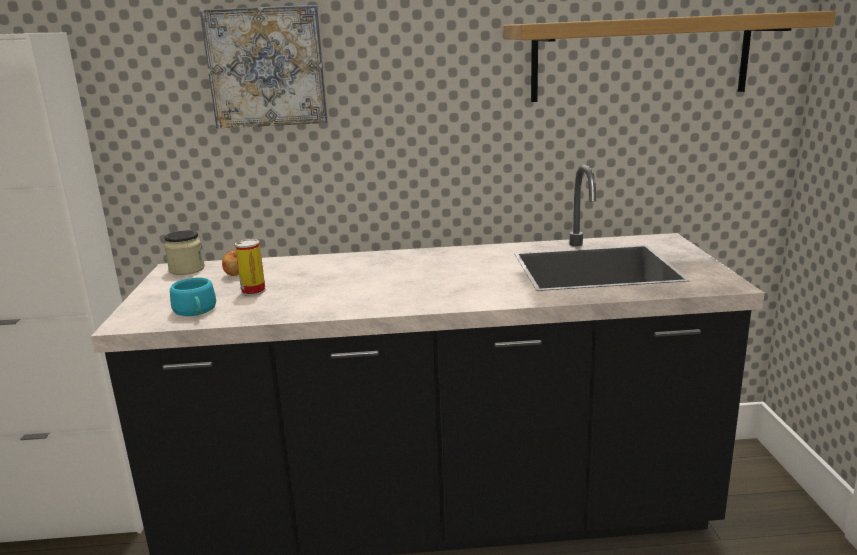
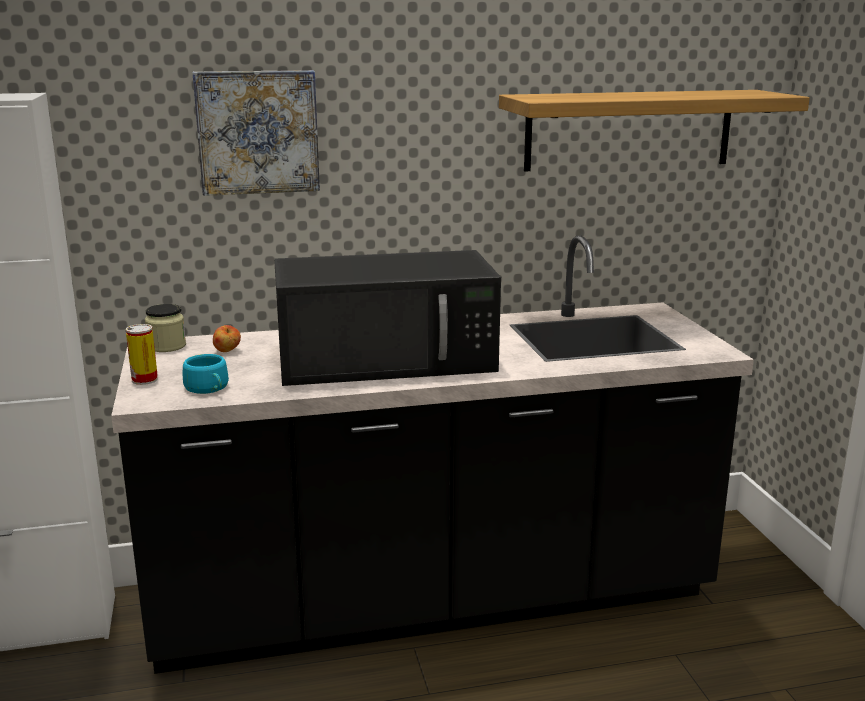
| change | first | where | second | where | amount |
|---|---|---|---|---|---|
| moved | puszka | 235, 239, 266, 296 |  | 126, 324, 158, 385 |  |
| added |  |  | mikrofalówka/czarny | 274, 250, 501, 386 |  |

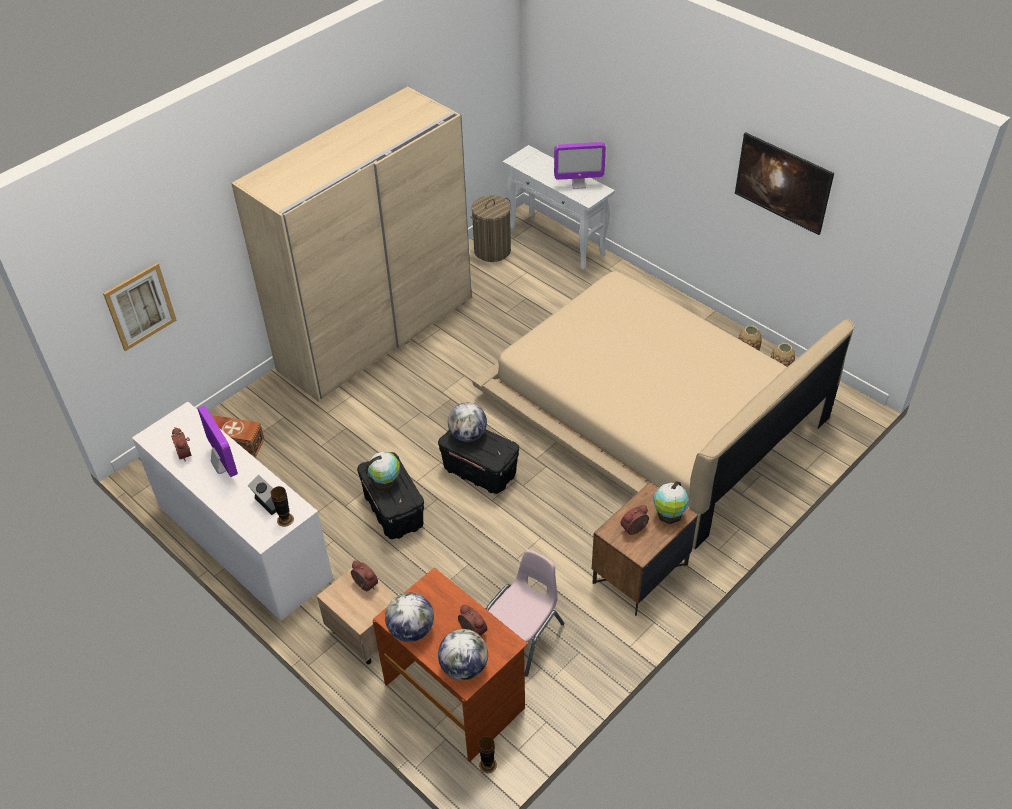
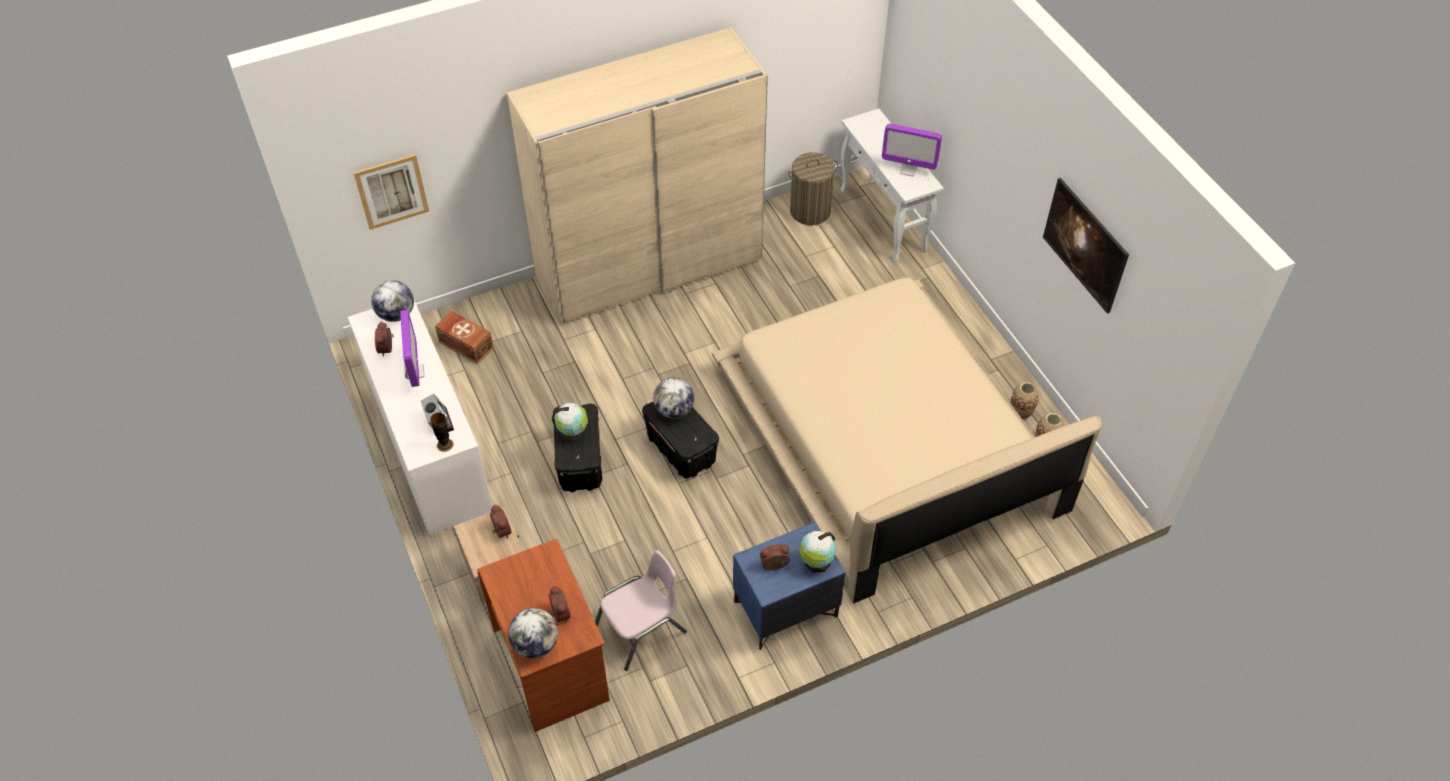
| change | first | where | second | where | amount |
|---|---|---|---|---|---|
| recoloured | szafka nocna/brązowy | 592, 482, 698, 616 | szafka nocna/niebieski | 733, 522, 846, 650 |  |
| moved | globus | 385, 592, 434, 642 |  | 371, 280, 414, 322 |  |
| removed | wazon | 479, 736, 497, 773 |  |  |  |

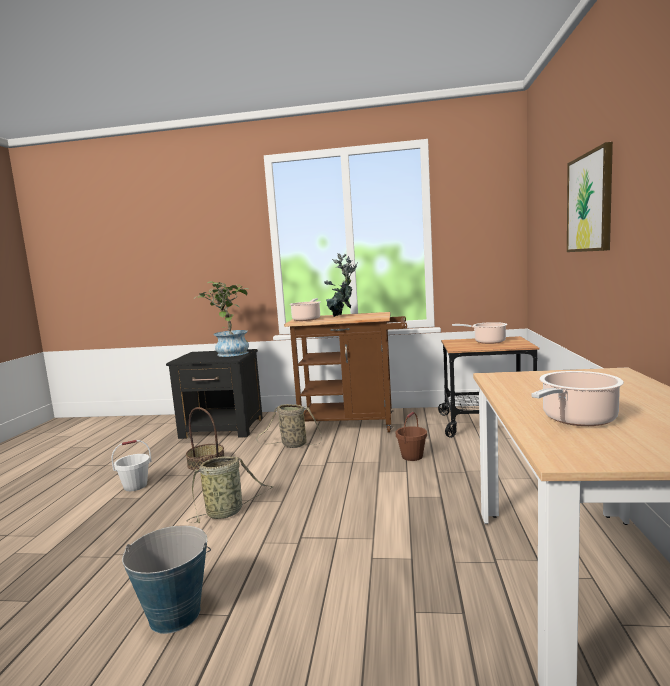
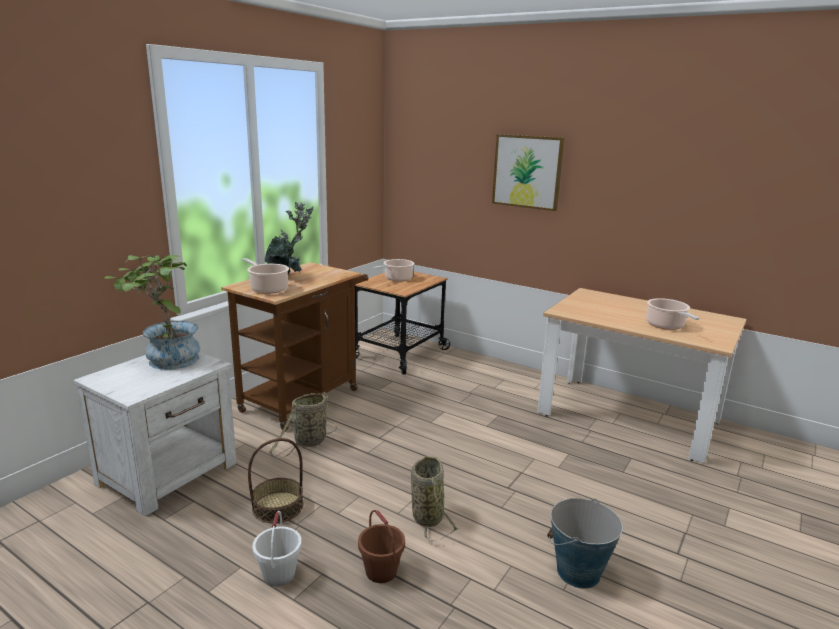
| change | first | where | second | where | amount |
|---|---|---|---|---|---|
| recoloured | szafka nocna/czarny | 166, 349, 263, 439 | szafka nocna/biały | 73, 352, 237, 517 |  |
| moved | wiadro/brązowy | 396, 412, 427, 461 |  | 358, 510, 405, 583 |  |

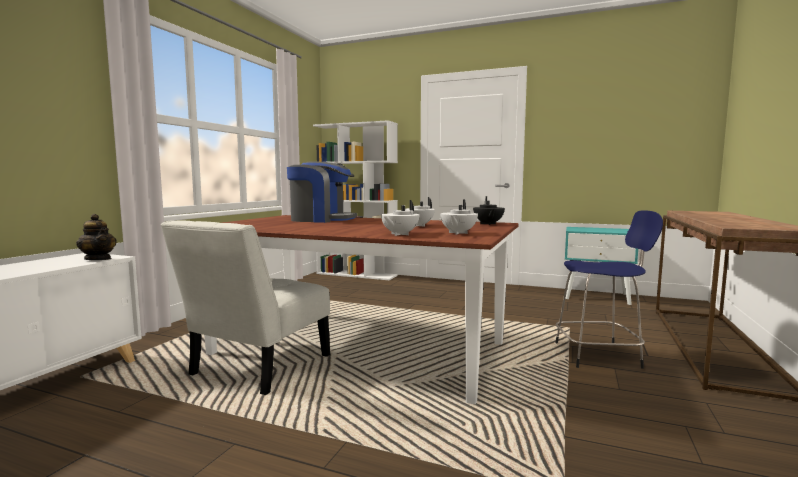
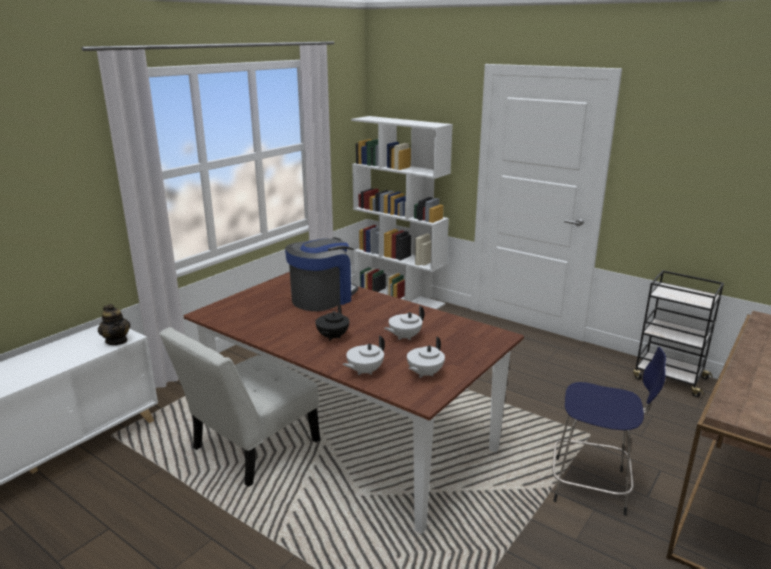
| change | first | where | second | where | amount |
|---|---|---|---|---|---|
| turned | ekspres do kawy | 287, 161, 357, 223 |  | 285, 237, 358, 311 | 75 degrees counterclockwise |
| moved | imbryk/czarny | 473, 196, 505, 225 |  | 315, 303, 349, 341 |  |
| replaced | szafka nocna/turkusowy | 565, 227, 638, 305 | wózek/czarny | 633, 270, 724, 397 |  |

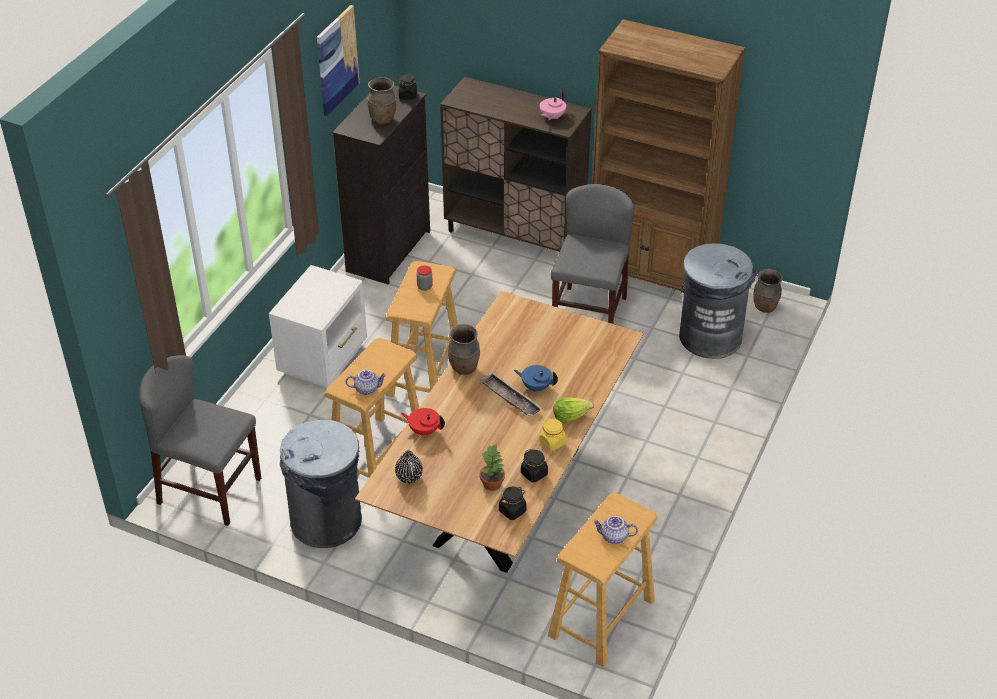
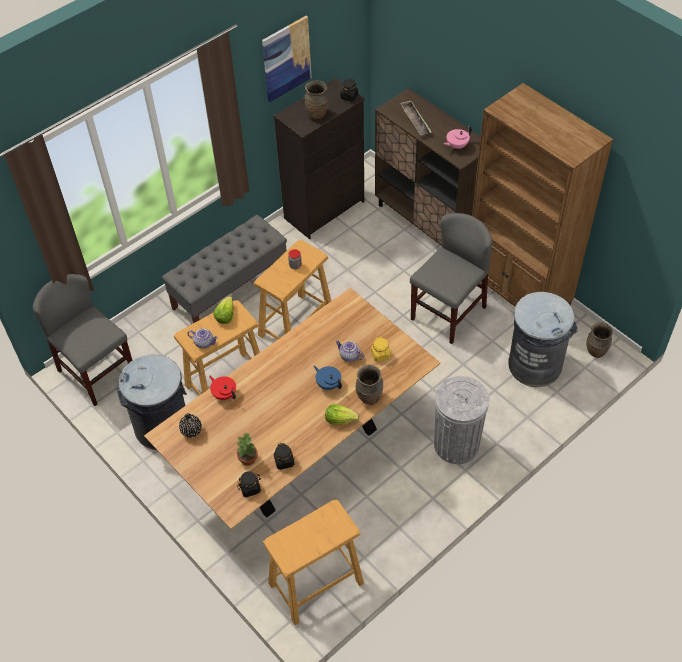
| change | first | where | second | where | amount |
|---|---|---|---|---|---|
| replaced | szafka nocna/biały | 269, 265, 367, 388 | ławka/szary | 162, 215, 287, 323 |  |
| moved | wazon/brązowy | 448, 324, 480, 375 |  | 356, 364, 383, 405 |  |
| moved | taca | 480, 372, 542, 416 |  | 400, 101, 432, 136 |  |
| moved | słoik/żółty | 539, 418, 566, 451 |  | 371, 337, 391, 362 |  |
| moved | imbryk | 592, 516, 638, 544 |  | 335, 340, 364, 362 |  |
| added |  |  | sałata | 213, 296, 234, 324 |  |
| added |  |  | kosz na śmieci/szary | 434, 376, 489, 464 |  |

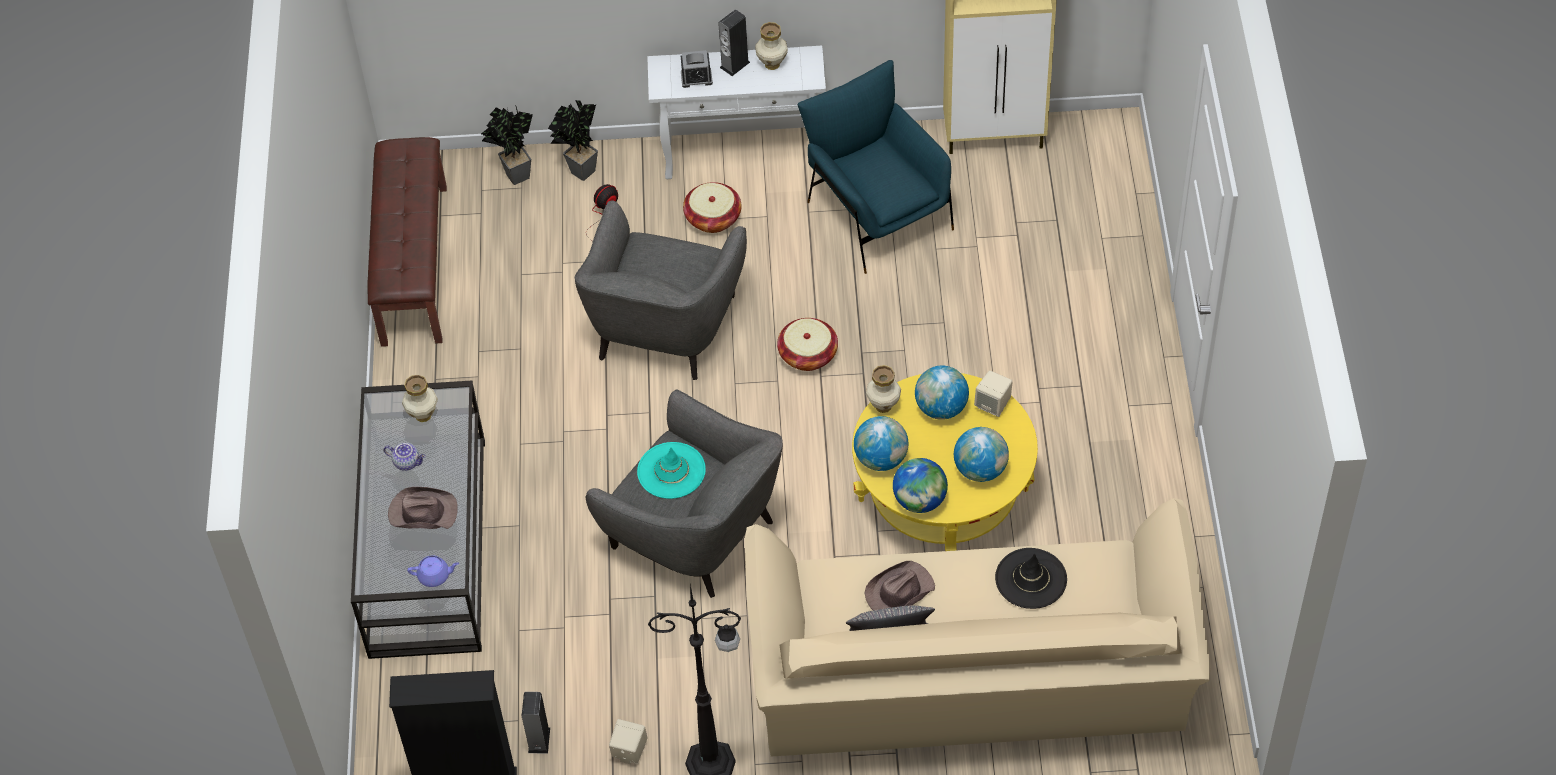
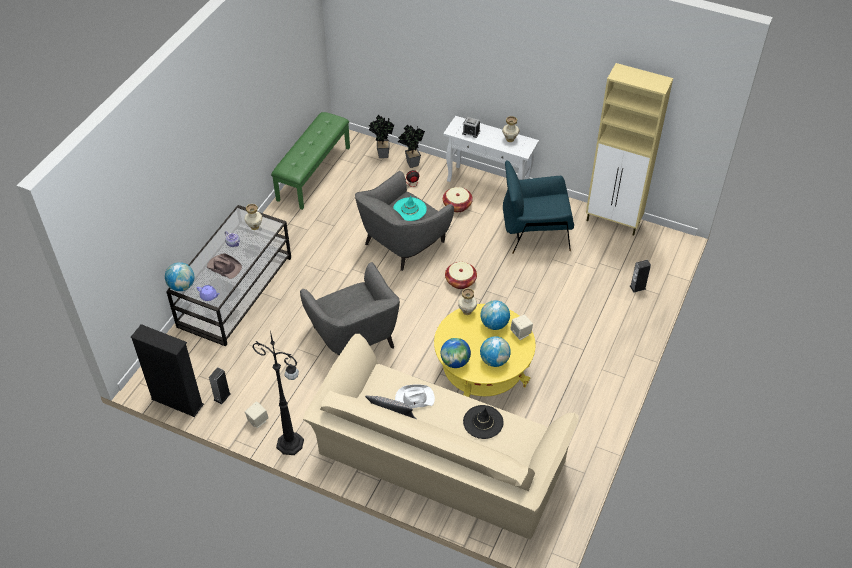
| change | first | where | second | where | amount |
|---|---|---|---|---|---|
| moved | głośnik | 718, 9, 750, 76 |  | 630, 260, 651, 293 |  |
| turned | fotel/niebieski | 798, 60, 954, 274 |  | 503, 160, 574, 254 | 90 degrees counterclockwise |
| recoloured | ławka/brązowy | 367, 137, 447, 347 | ławka/zielony | 271, 112, 350, 210 |  |
| moved | globus | 854, 416, 909, 471 |  | 165, 262, 194, 291 |  |
| moved | kapelusz/turkusowy | 637, 442, 706, 499 |  | 393, 195, 427, 221 |  |
| recoloured | kapelusz/brązowy | 865, 561, 935, 610 | kapelusz/biały | 395, 384, 435, 408 |  |

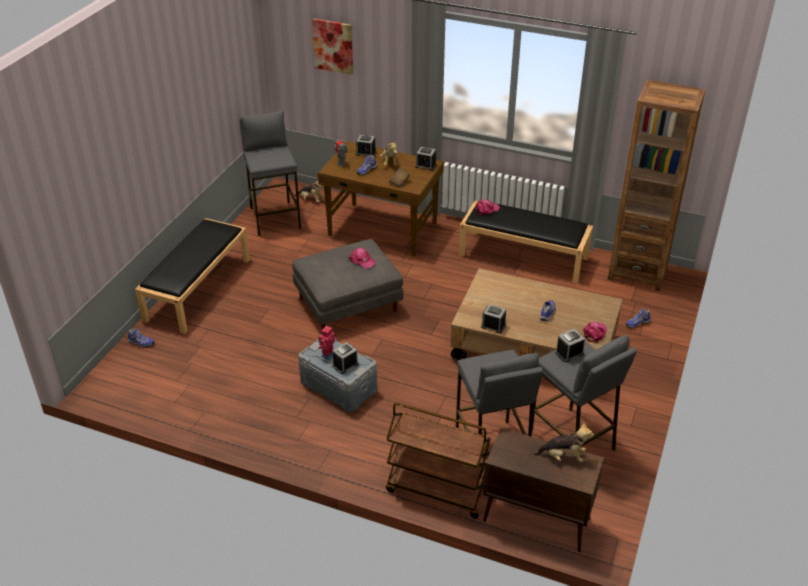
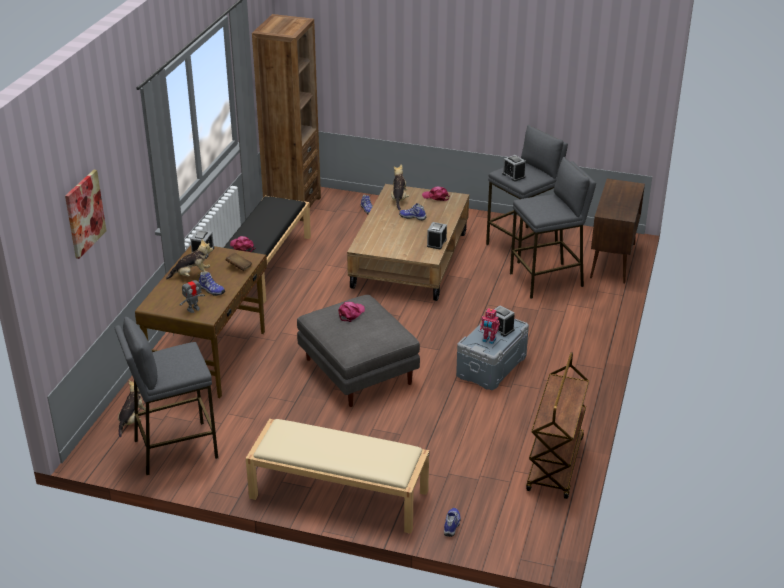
| change | first | where | second | where | amount |
|---|---|---|---|---|---|
| removed | budzik | 356, 135, 376, 156 |  |  |  |
| recoloured | ławka/czarny | 135, 218, 250, 334 | ławka/beżowy | 246, 419, 429, 534 |  |
| moved | wózek/brązowy | 386, 403, 491, 519 |  | 526, 352, 589, 499 |  |
| moved | pluszak | 533, 422, 594, 462 |  | 391, 165, 410, 210 |  |

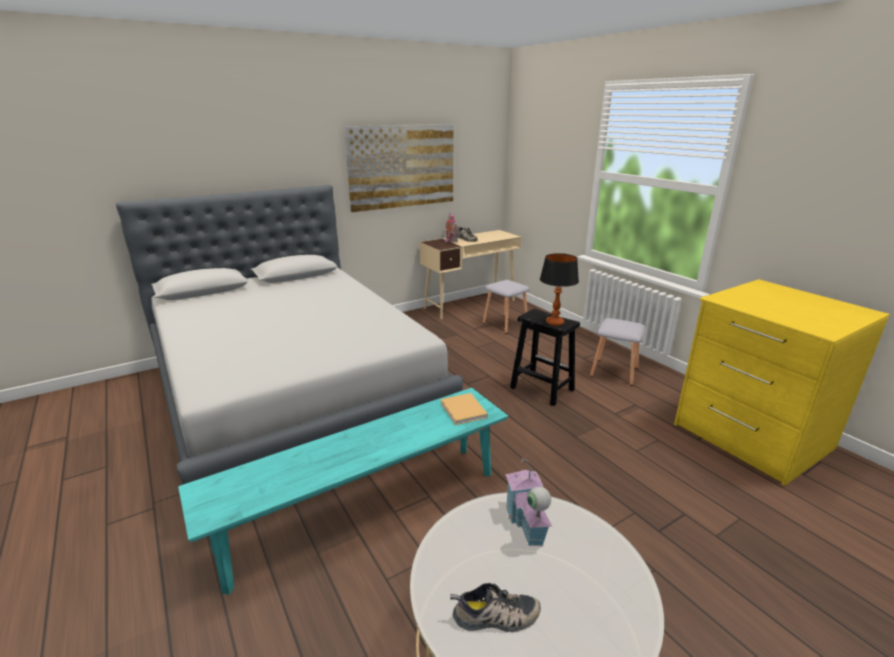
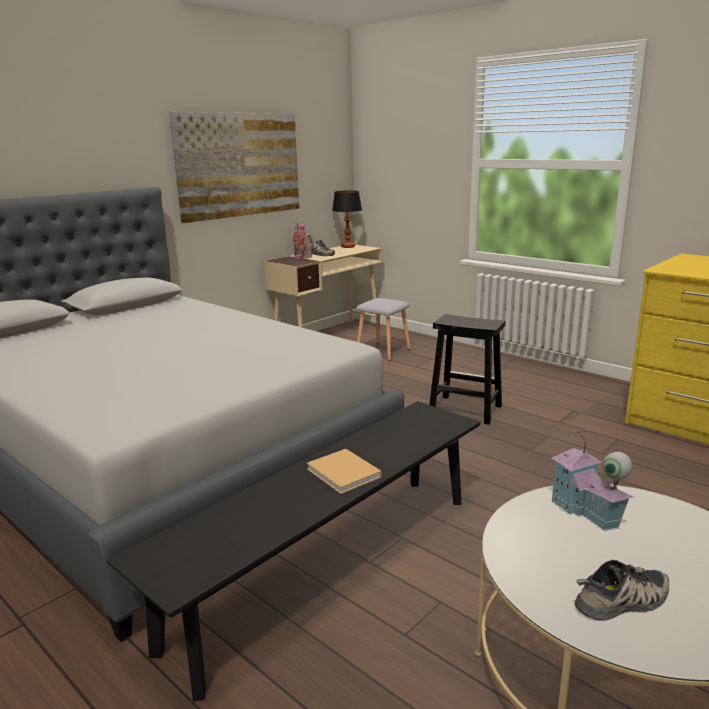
| change | first | where | second | where | amount |
|---|---|---|---|---|---|
| moved | lampa stołowa | 540, 253, 579, 326 |  | 332, 191, 362, 248 |  |
| removed | stołek/szary | 590, 318, 645, 386 |  |  |  |
| recoloured | ławka/turkusowy | 178, 388, 508, 595 | ławka/czarny | 106, 401, 481, 701 |  |
| moved | książka/beżowy | 440, 393, 488, 425 |  | 307, 449, 381, 494 |  |

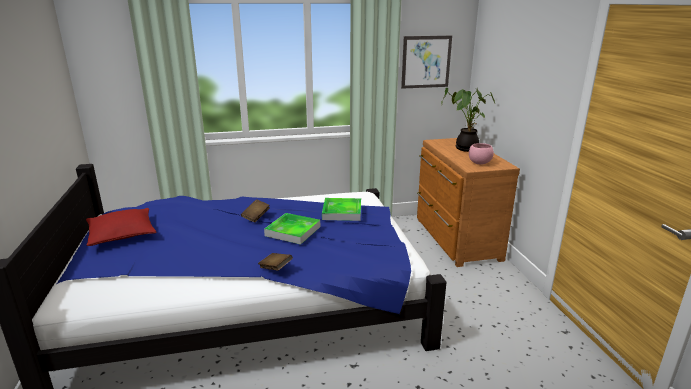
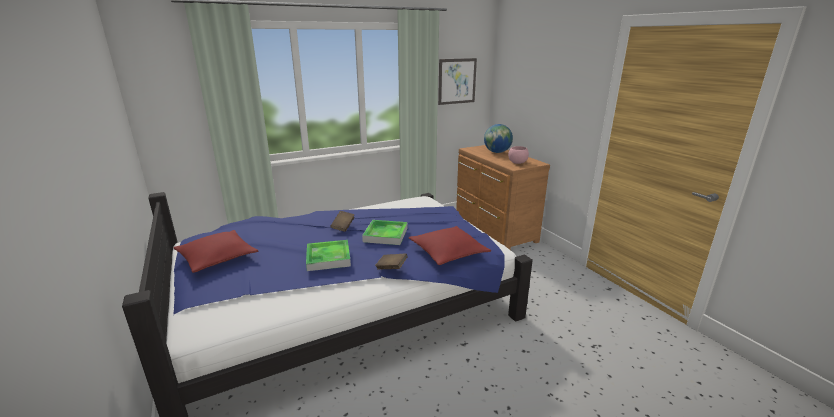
| change | first | where | second | where | amount |
|---|---|---|---|---|---|
| replaced | roślina doniczkowa | 441, 87, 495, 152 | globus | 484, 124, 513, 153 |  |
| moved | taca | 322, 198, 361, 221 |  | 306, 240, 351, 271 |  |
| added |  |  | poduszka/czerwony | 408, 226, 491, 265 |  |

